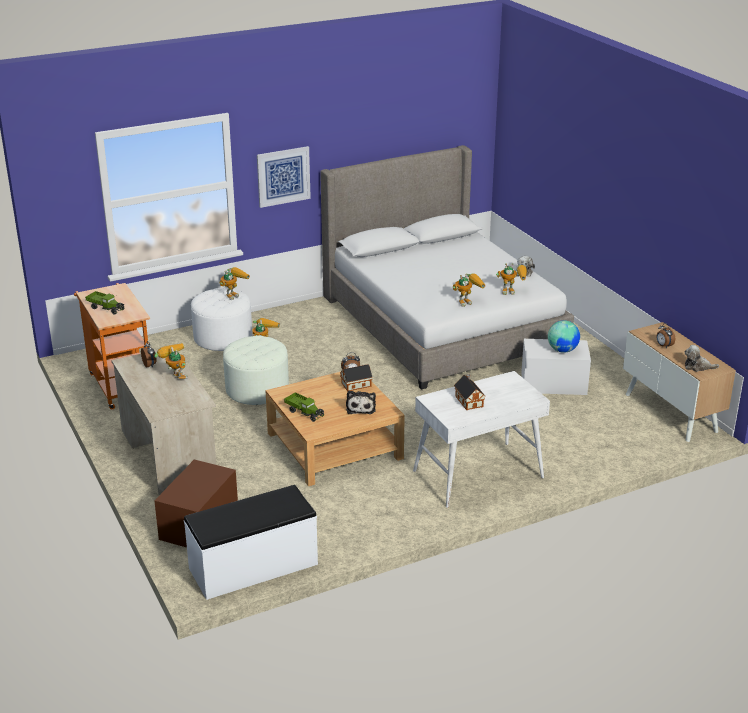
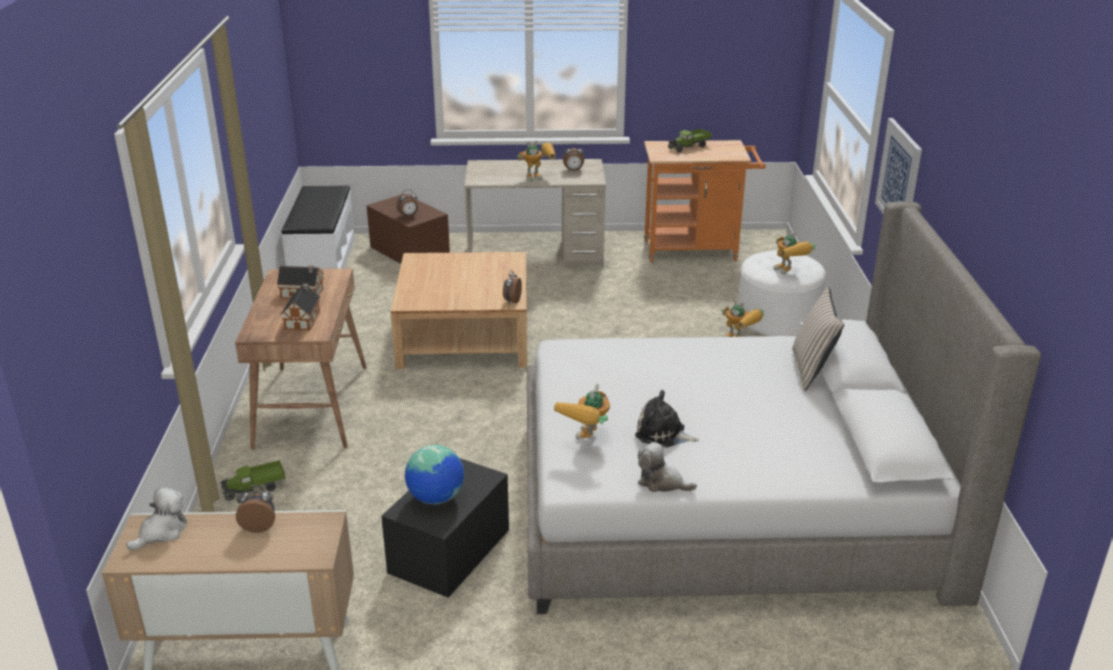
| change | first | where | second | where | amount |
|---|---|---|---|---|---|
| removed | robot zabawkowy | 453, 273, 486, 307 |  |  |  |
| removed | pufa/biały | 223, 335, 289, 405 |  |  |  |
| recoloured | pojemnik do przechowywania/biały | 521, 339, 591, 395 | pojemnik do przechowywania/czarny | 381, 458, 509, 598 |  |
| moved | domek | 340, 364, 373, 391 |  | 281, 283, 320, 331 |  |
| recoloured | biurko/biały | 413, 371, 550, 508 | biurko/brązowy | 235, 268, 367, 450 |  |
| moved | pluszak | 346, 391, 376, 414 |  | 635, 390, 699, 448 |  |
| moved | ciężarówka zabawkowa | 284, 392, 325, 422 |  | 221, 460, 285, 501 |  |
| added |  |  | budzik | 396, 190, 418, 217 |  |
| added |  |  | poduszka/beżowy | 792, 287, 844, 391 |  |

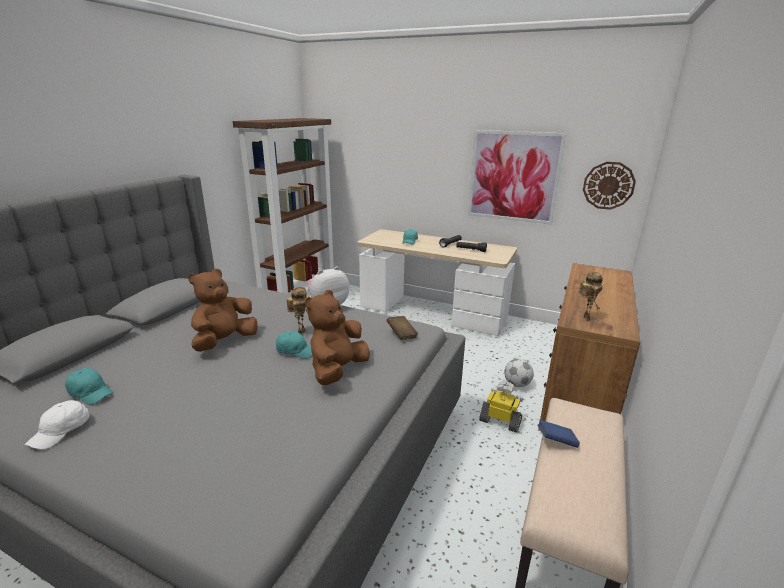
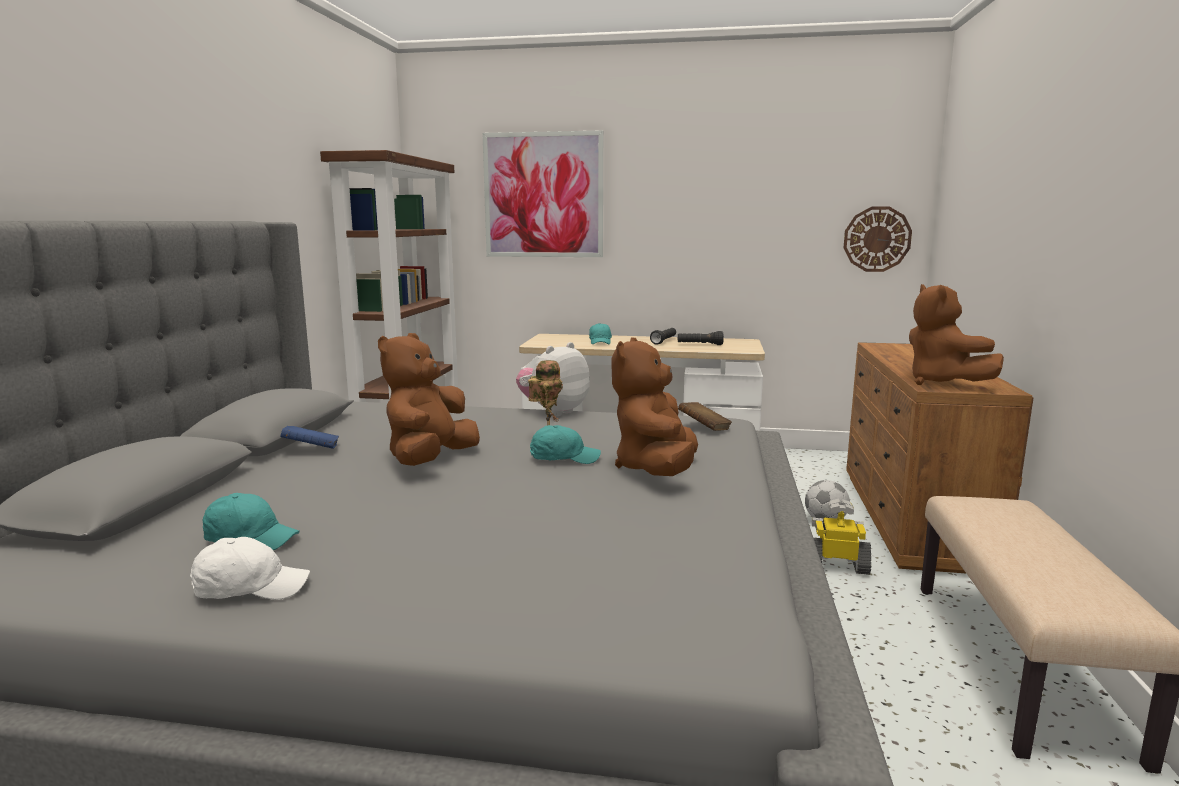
| change | first | where | second | where | amount |
|---|---|---|---|---|---|
| moved | obraz | 468, 130, 566, 225 |  | 482, 130, 603, 257 |  |
| replaced | robot zabawkowy | 578, 272, 603, 321 | pluszak/brązowy | 909, 284, 1004, 385 |  |
| turned | czapka z daszkiem/biały | 25, 400, 89, 450 |  | 190, 537, 310, 600 | 105 degrees counterclockwise |
| moved | książka/niebieski | 537, 420, 580, 448 |  | 280, 426, 339, 449 |  |

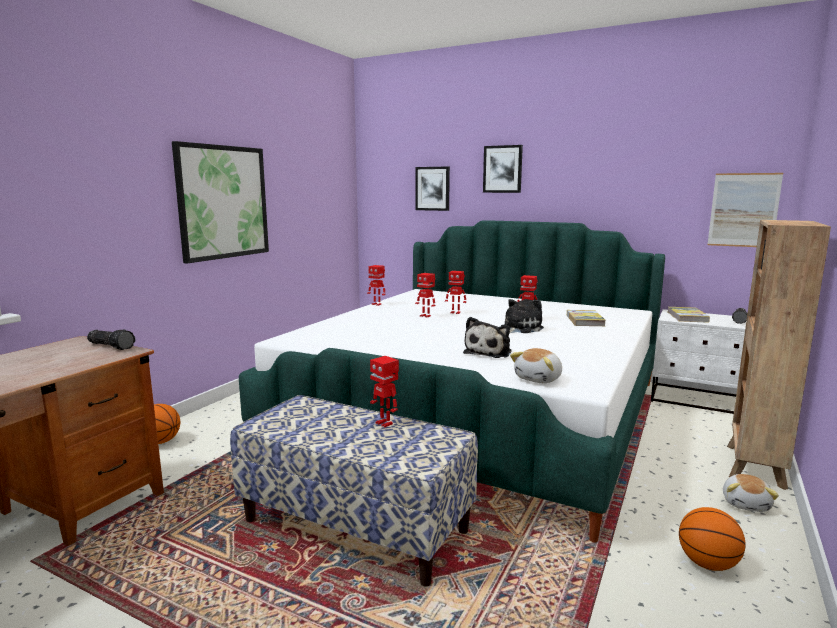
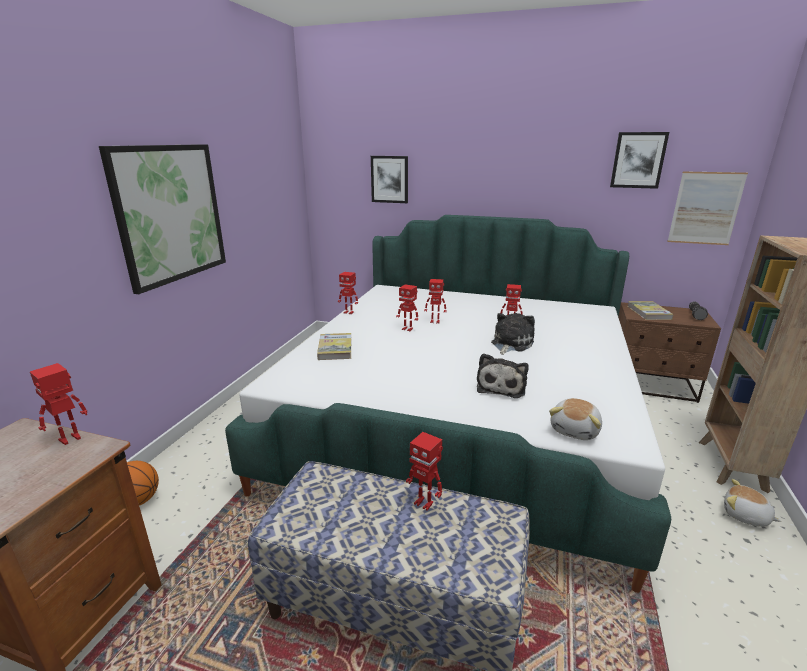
| change | first | where | second | where | amount |
|---|---|---|---|---|---|
| moved | obraz | 483, 145, 523, 193 |  | 610, 132, 669, 189 |  |
| recoloured | szafka nocna/biały | 651, 309, 746, 414 | szafka nocna/brązowy | 618, 302, 721, 403 |  |
| moved | książka | 567, 310, 606, 326 |  | 317, 333, 351, 360 |  |
| replaced | latarka | 87, 330, 135, 350 | robot zabawkowy | 30, 363, 87, 445 |  |
| turned | pluszak | 723, 474, 779, 512 |  | 724, 479, 781, 527 | 120 degrees clockwise |
| removed | piłka do koszykówki | 679, 507, 746, 571 |  |  |  |

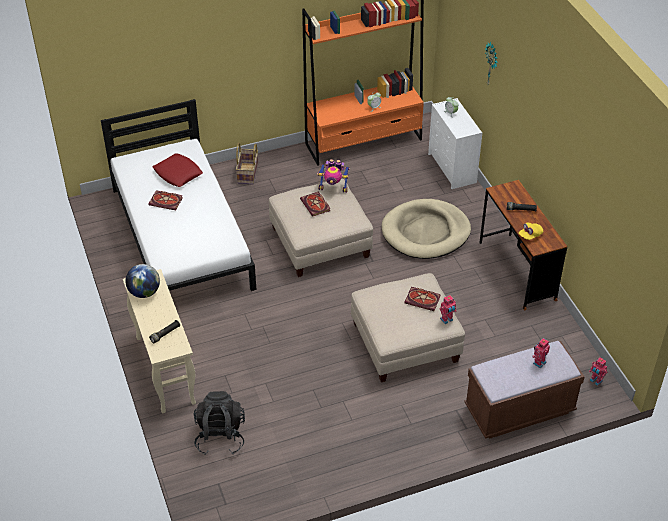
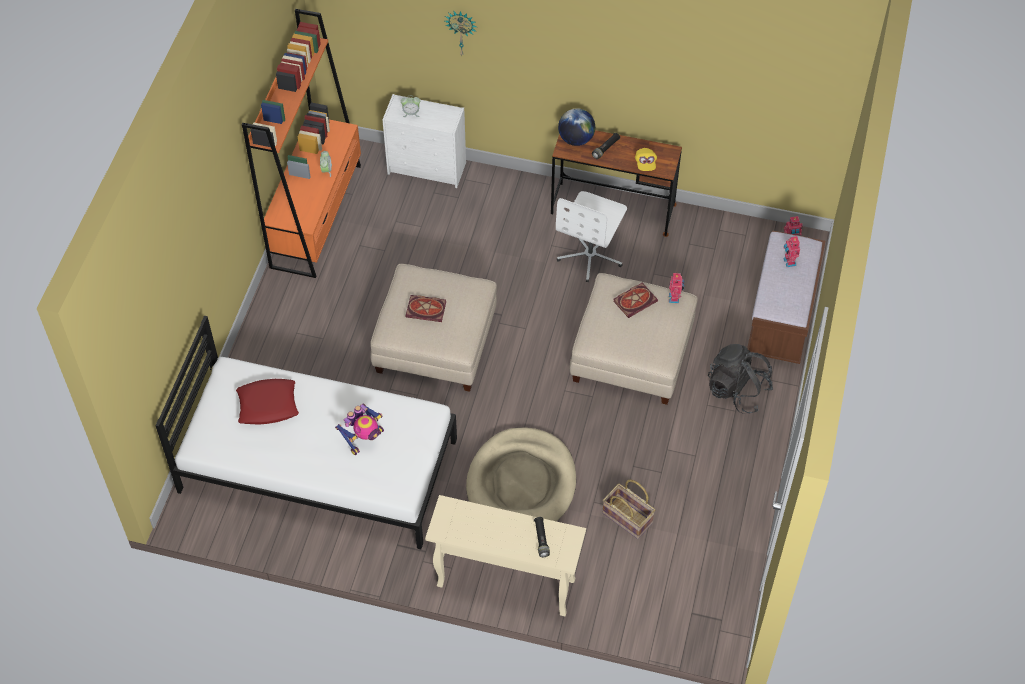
| change | first | where | second | where | amount |
|---|---|---|---|---|---|
| moved | koszyk | 236, 143, 258, 184 |  | 602, 480, 655, 539 |  |
| moved | robot zabawkowy | 317, 159, 350, 193 |  | 335, 403, 384, 455 |  |
| removed | książka | 149, 190, 183, 210 |  |  |  |
| moved | legowisko/beżowy | 382, 199, 471, 259 |  | 466, 427, 576, 521 |  |
| moved | globus | 125, 264, 160, 298 |  | 558, 108, 595, 146 |  |
| moved | plecak/czarny | 194, 391, 245, 455 |  | 708, 344, 774, 413 |  |
| added |  |  | krzesło biurowe/biały | 556, 191, 627, 282 |  |

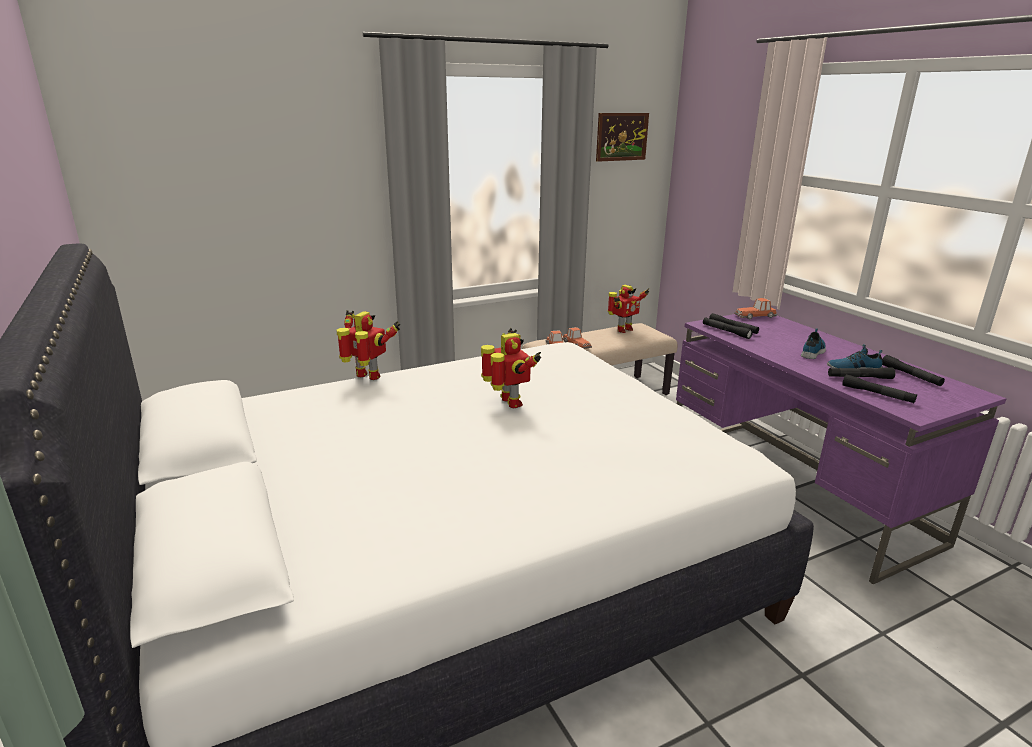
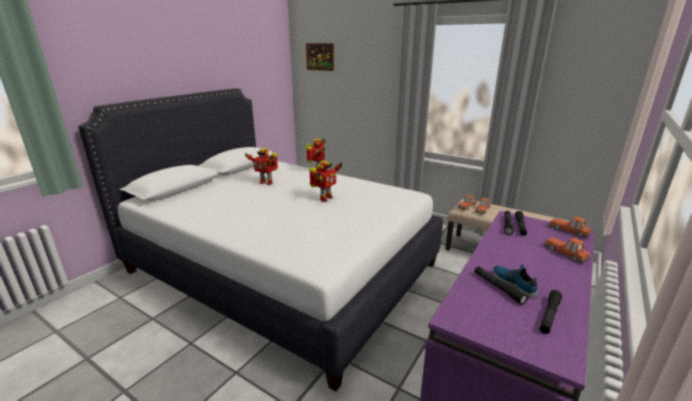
| change | first | where | second | where | amount |
|---|---|---|---|---|---|
| moved | obraz | 596, 113, 649, 162 |  | 306, 43, 334, 71 |  |
| moved | robot zabawkowy | 608, 285, 649, 333 |  | 245, 148, 278, 185 |  |
| removed | but | 801, 329, 826, 359 |  |  |  |
| removed | latarka/czarny | 842, 374, 917, 403 |  |  |  |
| added |  |  | samochodzik | 543, 237, 591, 263 |  |

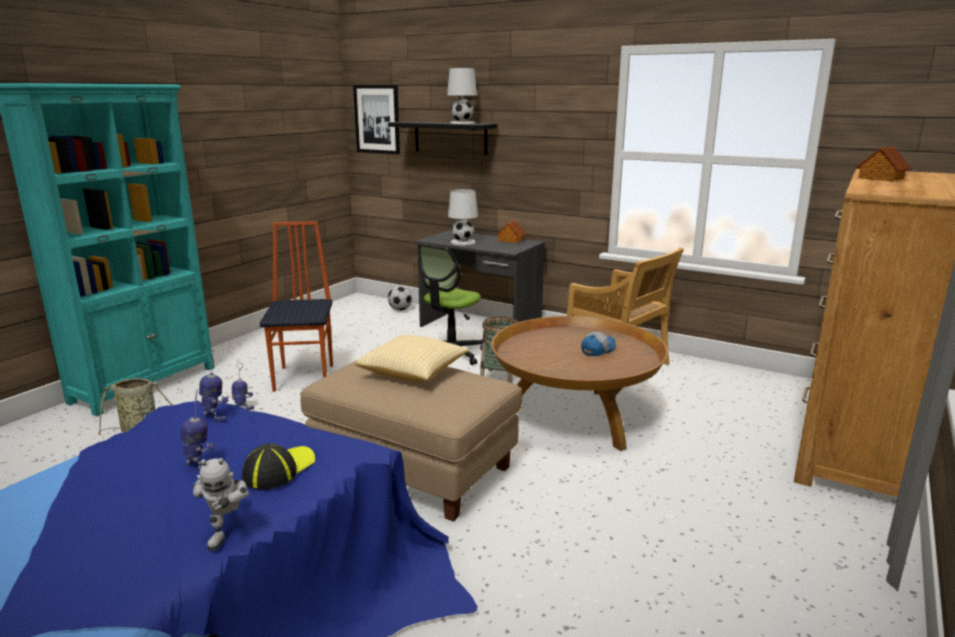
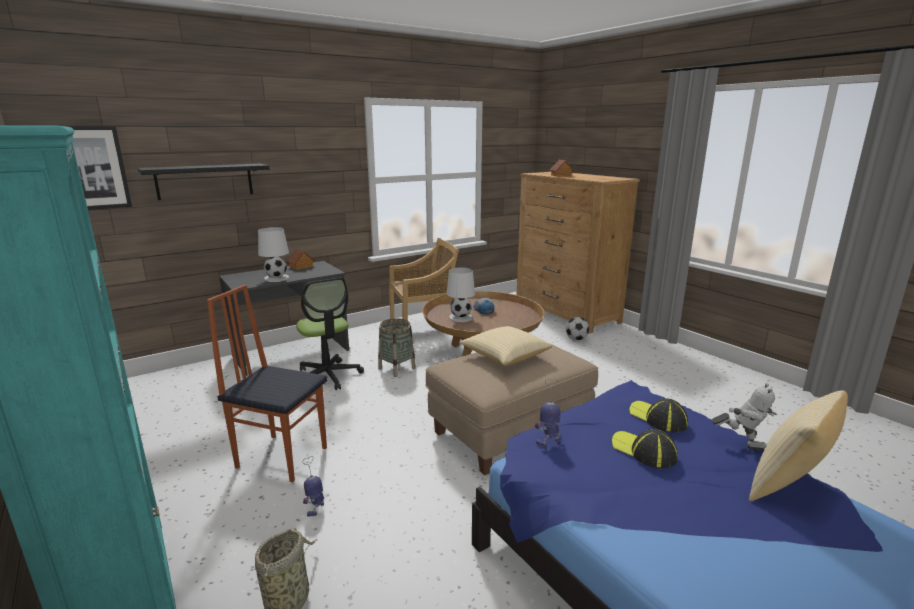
| change | first | where | second | where | amount |
|---|---|---|---|---|---|
| moved | lampa stołowa/biały | 447, 68, 477, 124 |  | 447, 267, 475, 322 |  |
| moved | piłka futbolowa | 388, 286, 412, 311 |  | 566, 317, 589, 341 |  |
| replaced | robot zabawkowy | 180, 389, 215, 472 | czapka z daszkiem | 612, 429, 678, 468 |  |
| added |  |  | poduszka | 749, 390, 848, 502 |  |

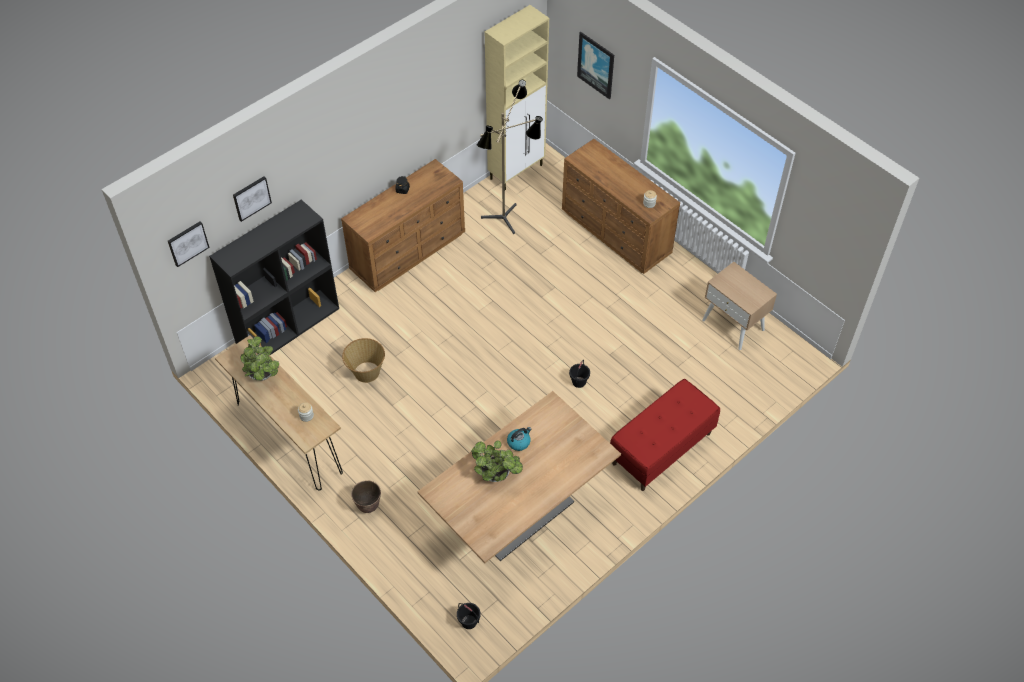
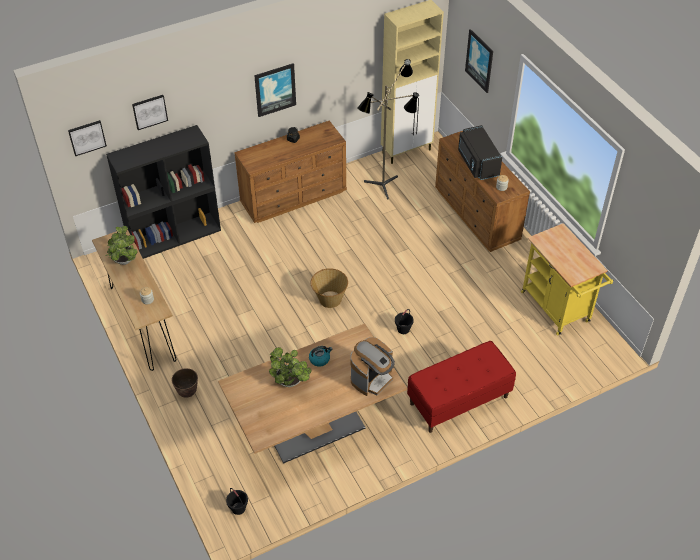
| change | first | where | second | where | amount |
|---|---|---|---|---|---|
| replaced | szafka nocna/beżowy | 702, 262, 777, 350 | wózek/żółty | 521, 223, 613, 335 |  |
| moved | koszyk | 342, 338, 385, 383 |  | 311, 268, 348, 308 |  |
| added |  |  | obraz | 254, 63, 296, 117 |  |
| added |  |  | mikrofalówka/czarny | 458, 125, 502, 180 |  |
| added |  |  | ekspres do kawy | 350, 337, 395, 396 |  |

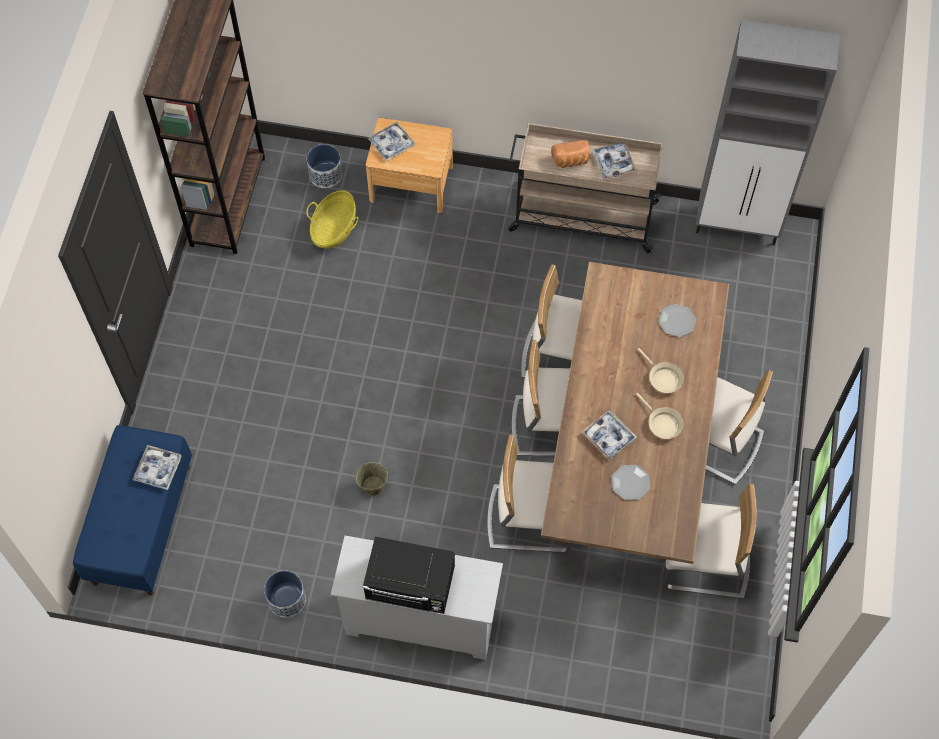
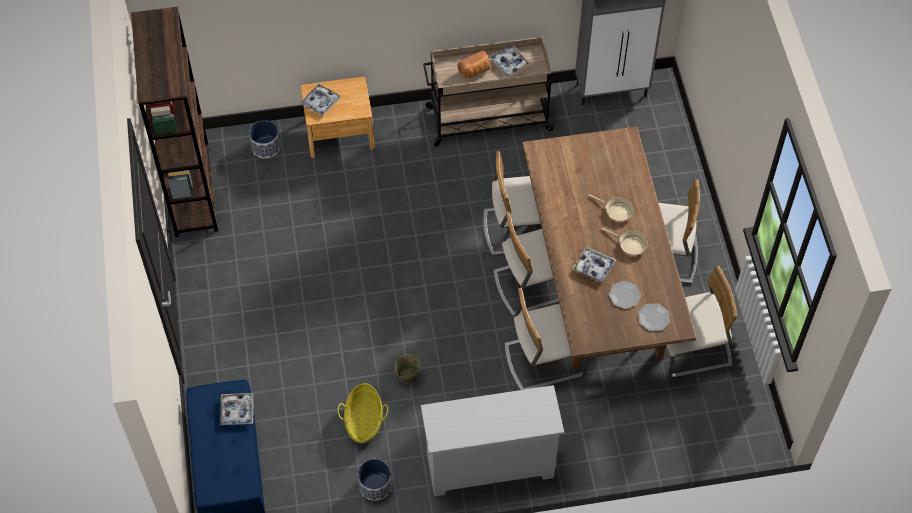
| change | first | where | second | where | amount |
|---|---|---|---|---|---|
| moved | koszyk | 306, 190, 358, 249 |  | 338, 383, 388, 443 |  |
| moved | talerz | 658, 304, 696, 337 |  | 638, 304, 670, 331 |  |
| removed | mikrofalówka/czarny | 363, 537, 455, 614 |  |  |  |

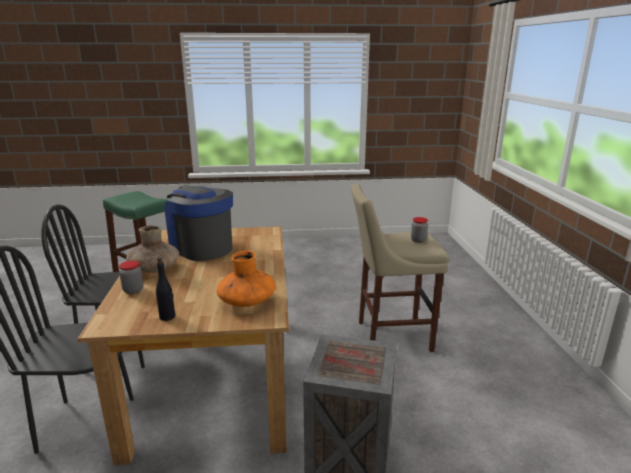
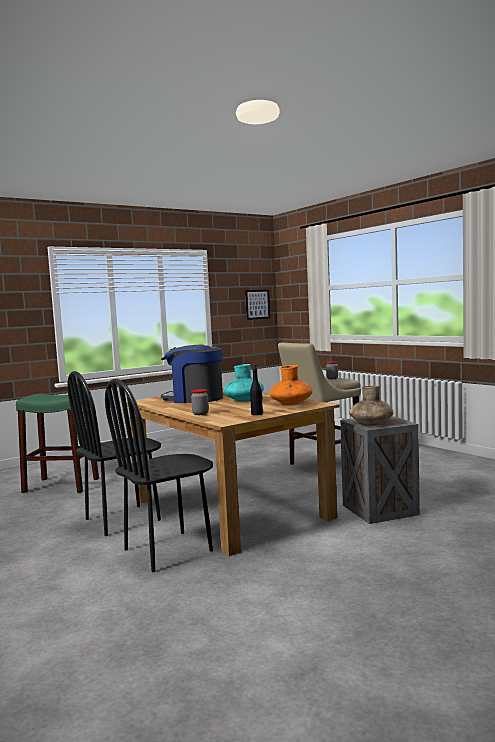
| change | first | where | second | where | amount |
|---|---|---|---|---|---|
| moved | wazon/brązowy | 126, 225, 179, 273 |  | 349, 385, 393, 425 |  |
| added |  |  | obraz | 245, 290, 270, 320 |  |
| added |  |  | wazon/turkusowy | 223, 364, 264, 402 |  |

